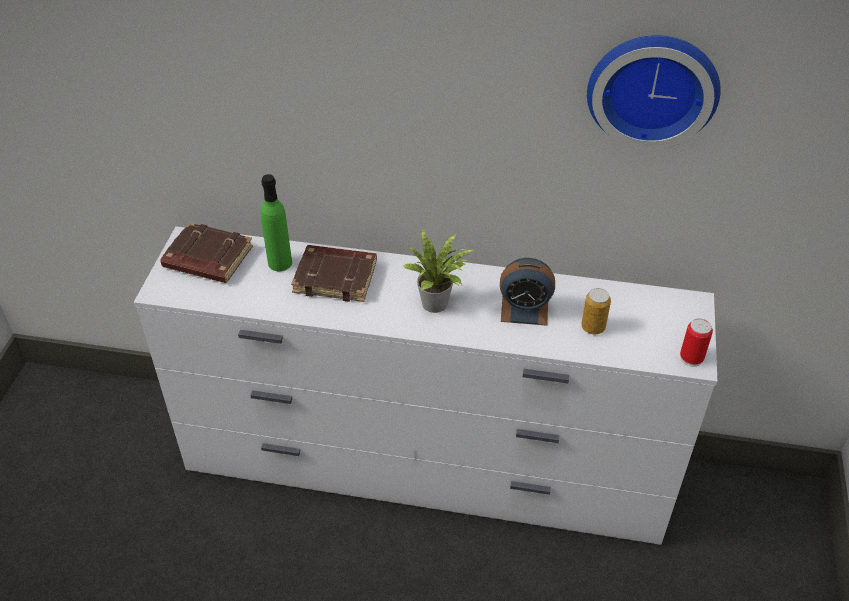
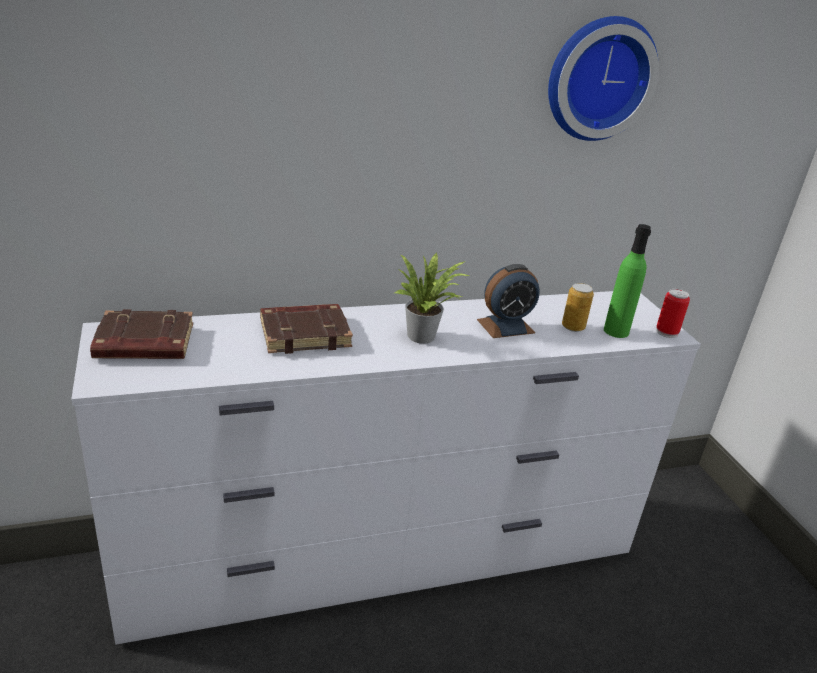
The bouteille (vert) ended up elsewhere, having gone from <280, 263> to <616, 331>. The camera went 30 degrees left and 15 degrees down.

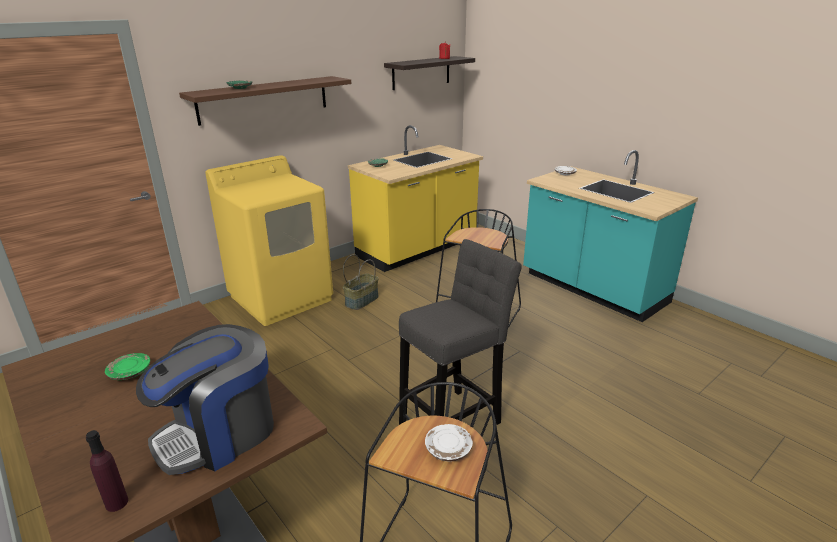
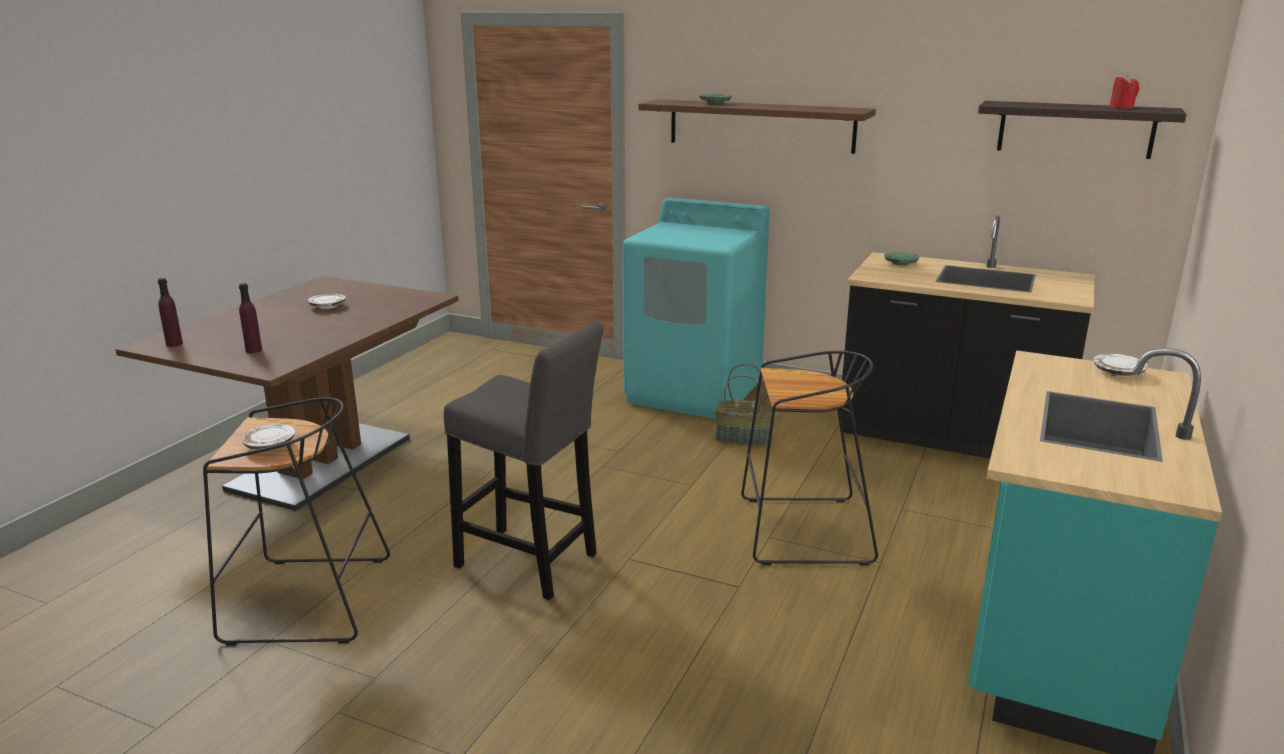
What was the assiette (vert) at <130, 373> turned into the assiette (blanc) at <327, 306>. Where the machine à café stood at <219, 433>, the bouteille (violet) came to stand at <254, 350>. What was the lave-linge (jaune) at <281, 298> turned into the lave-linge (turquoise) at <694, 392>. What was the comptoir de cuisine (jaune) at <417, 249> turned into the comptoir de cuisine (noir) at <950, 437>. The camera went 65 degrees right and 5 degrees down.

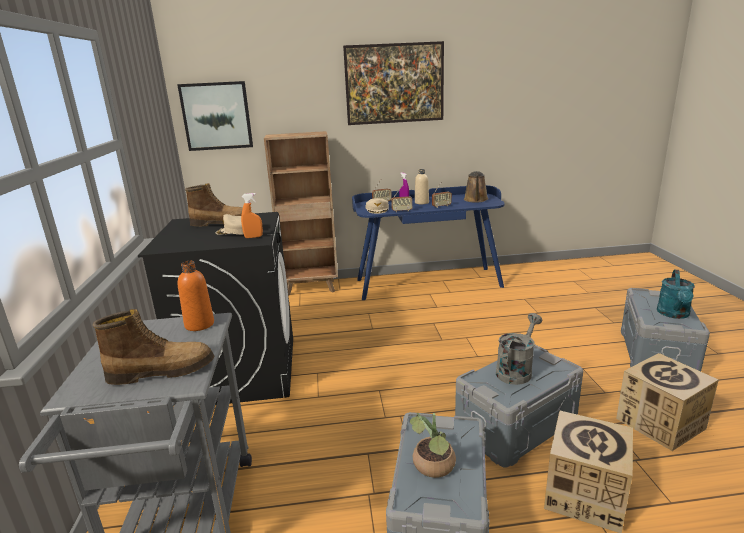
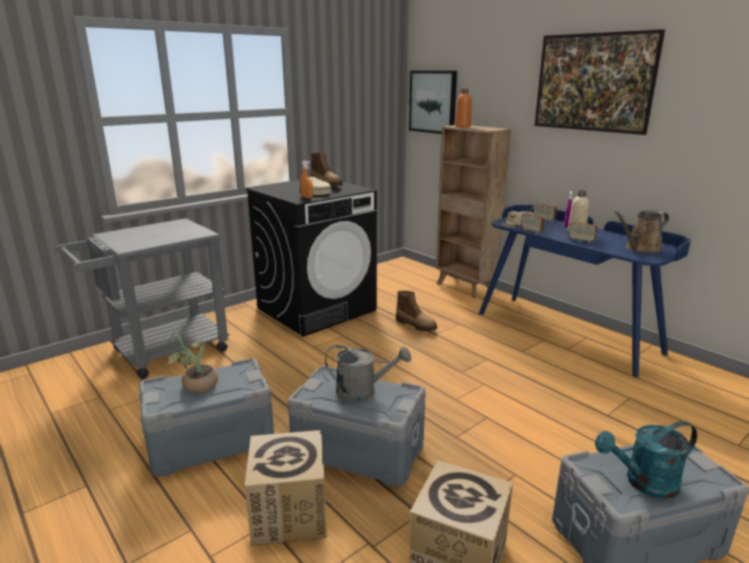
The botte ended up elsewhere, having gone from <162, 371> to <416, 325>. The bouteille (orange) ended up elsewhere, having gone from <199, 324> to <462, 126>. The camera went 55 degrees right and 0 degrees up.

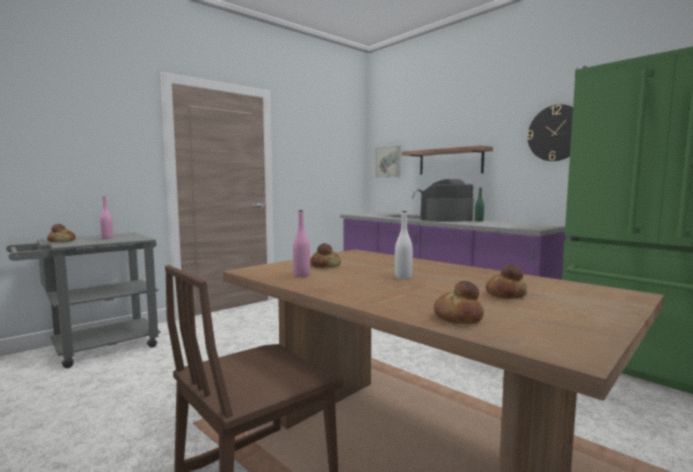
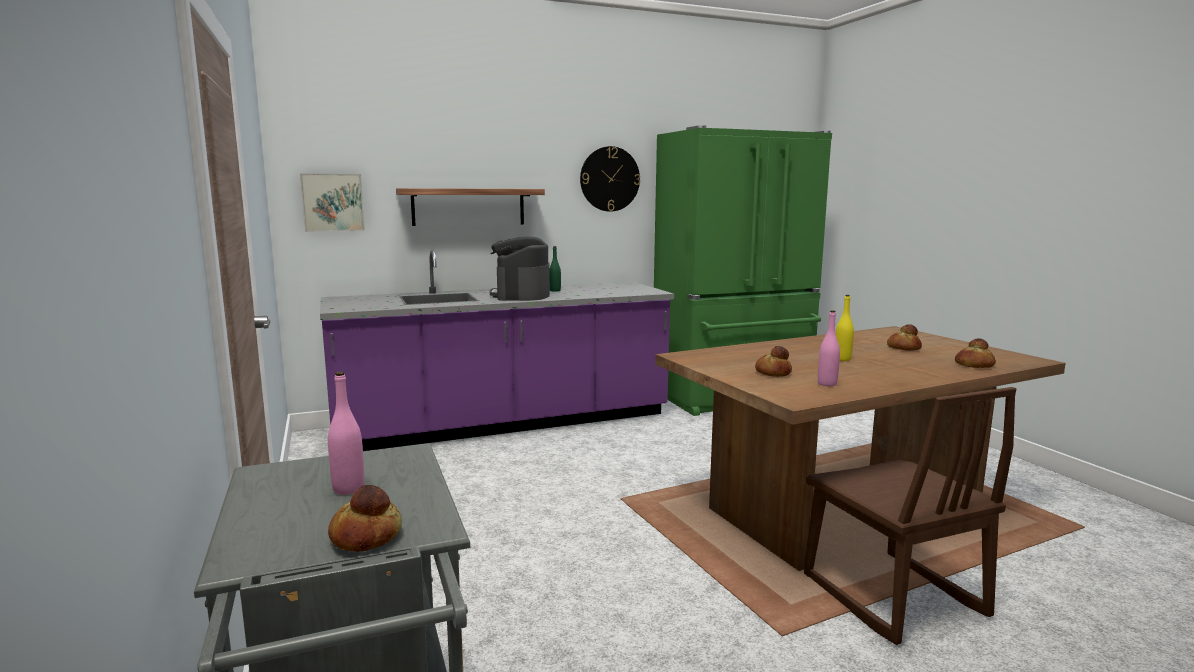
What was the bouteille (blanc) at <403, 277> turned into the bouteille (jaune) at <842, 359>. The camera went 70 degrees left and 5 degrees up.

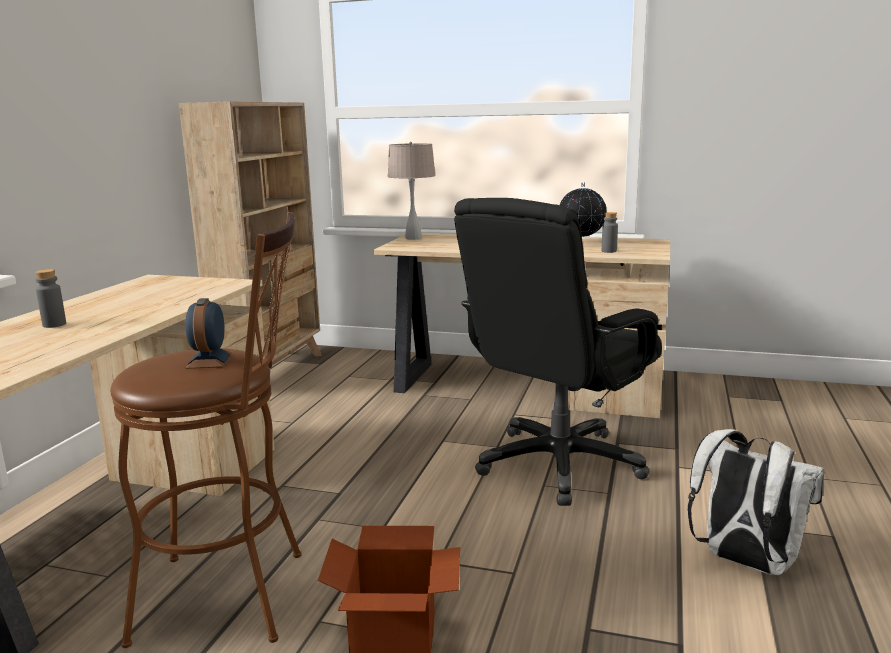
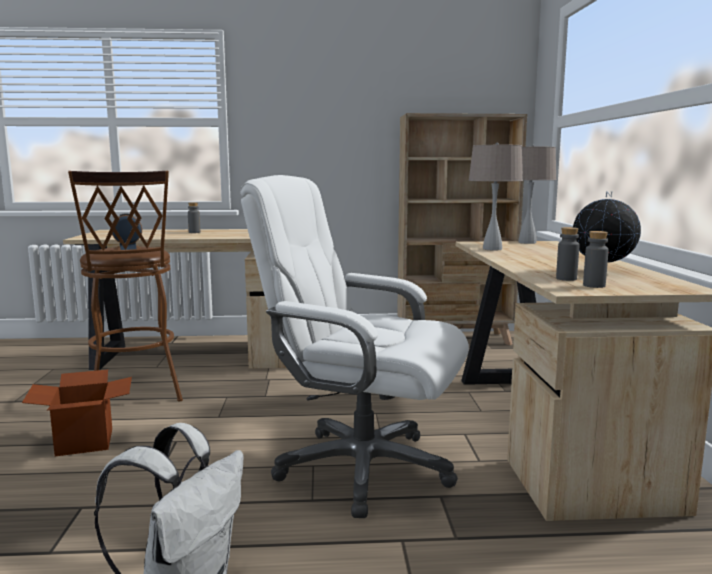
What was the chaise de bureau (noir) at <559, 464> turned into the chaise de bureau (blanc) at <361, 468>. The second view gained the lampe de table (beige) at <492, 249>. The second view gained the bouteille (gris) at <594, 285>. The camera went 70 degrees right and 5 degrees down.

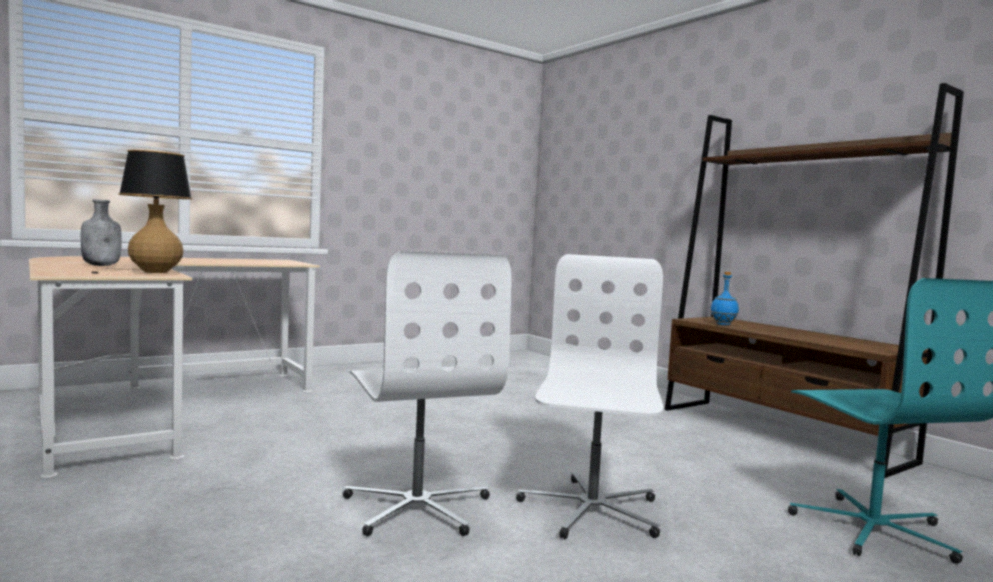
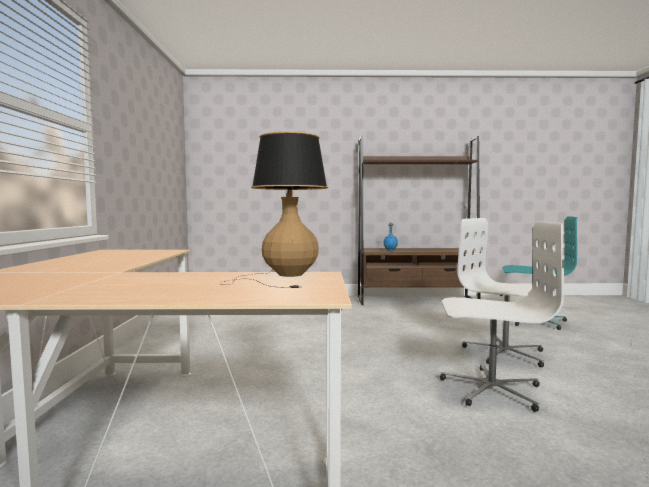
The second view lost the bouteille (gris) at <102, 265>. The camera went 55 degrees left and 0 degrees up.

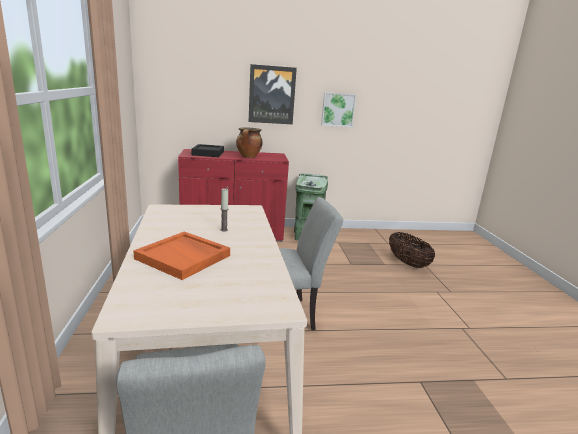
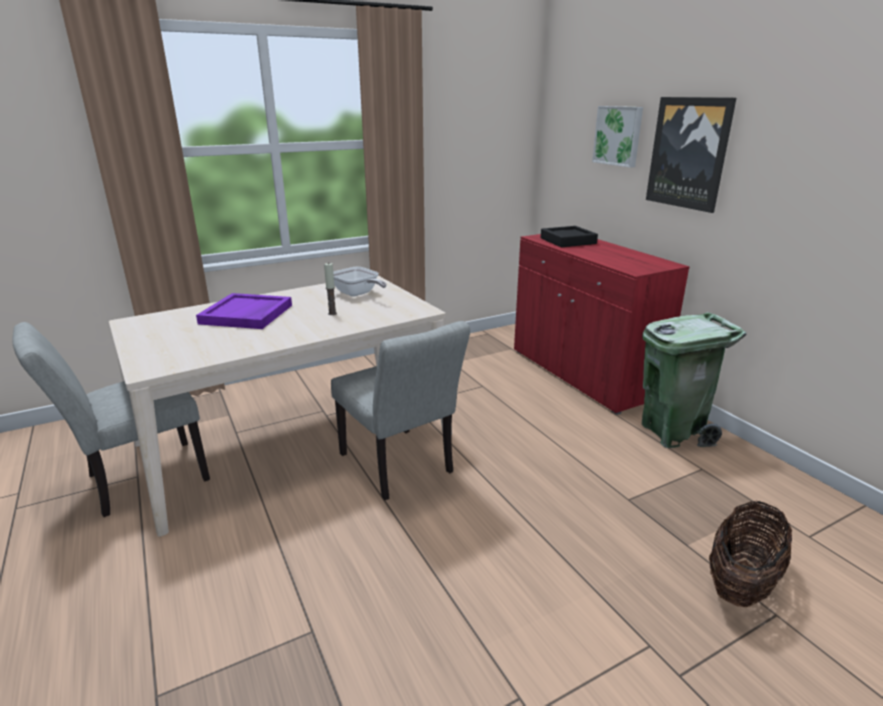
What was the plateau (orange) at <184, 257> turned into the plateau (violet) at <247, 314>. The second view lost the marmite at <248, 157>. The tableau ended up elsewhere, having gone from <338, 109> to <618, 136>. The second view gained the poêle at <358, 294>. The camera went 70 degrees right and 5 degrees up.

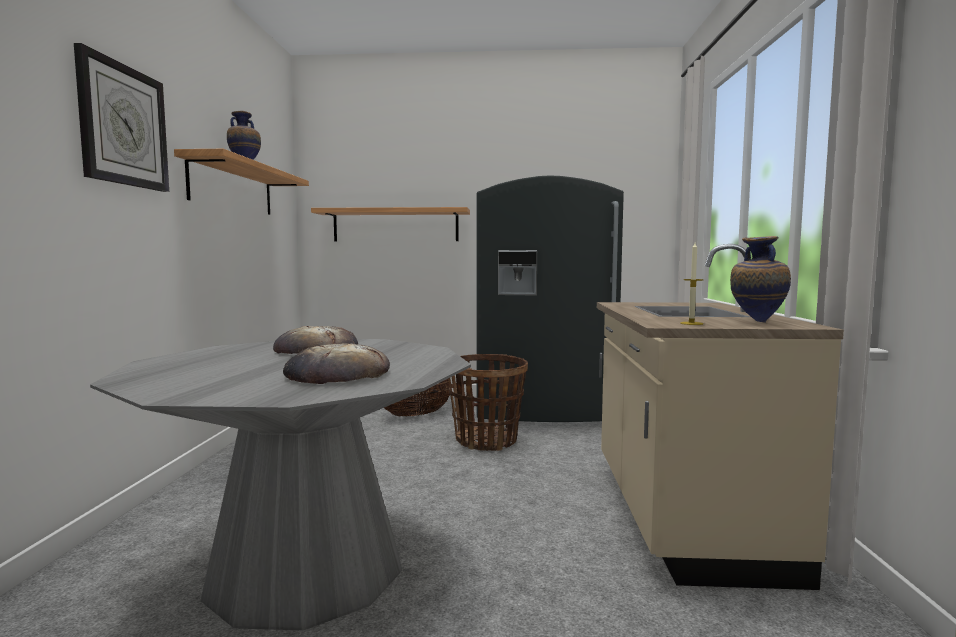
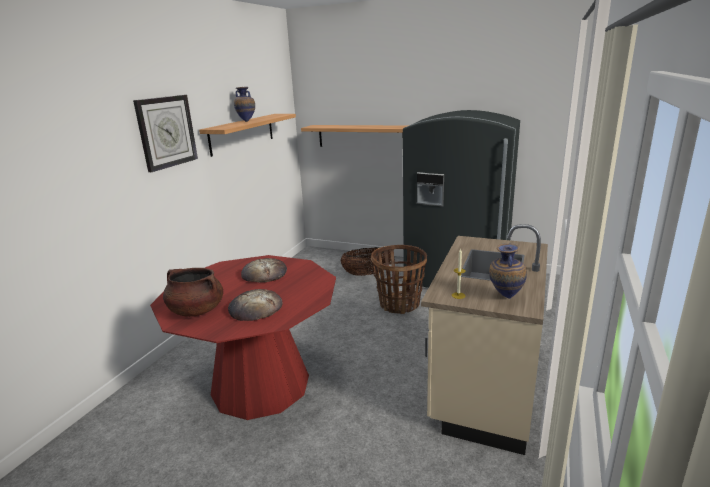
What was the table à manger (gris) at <306, 568> turned into the table à manger (rouge) at <260, 385>. The second view gained the marmite (marron) at <196, 310>. The camera went 20 degrees right and 15 degrees up.

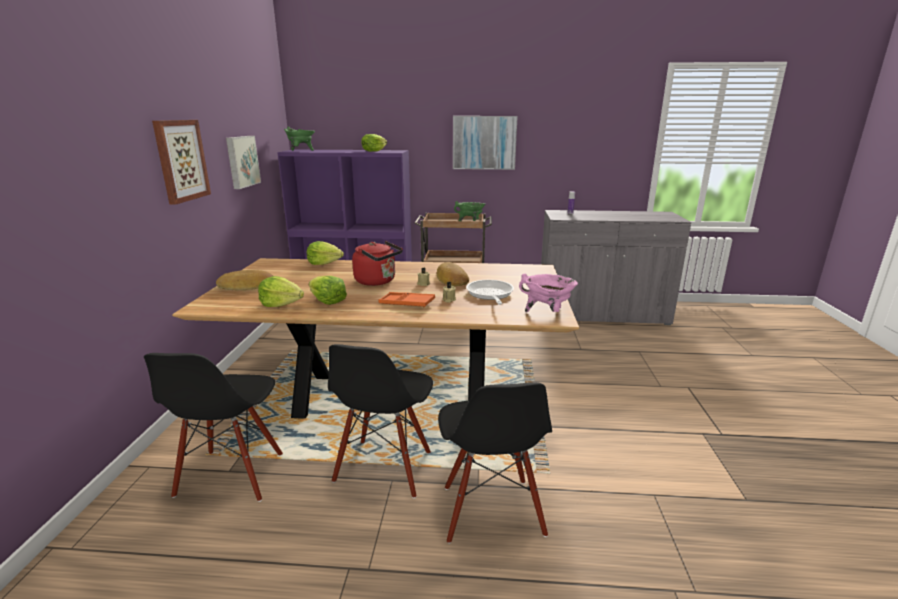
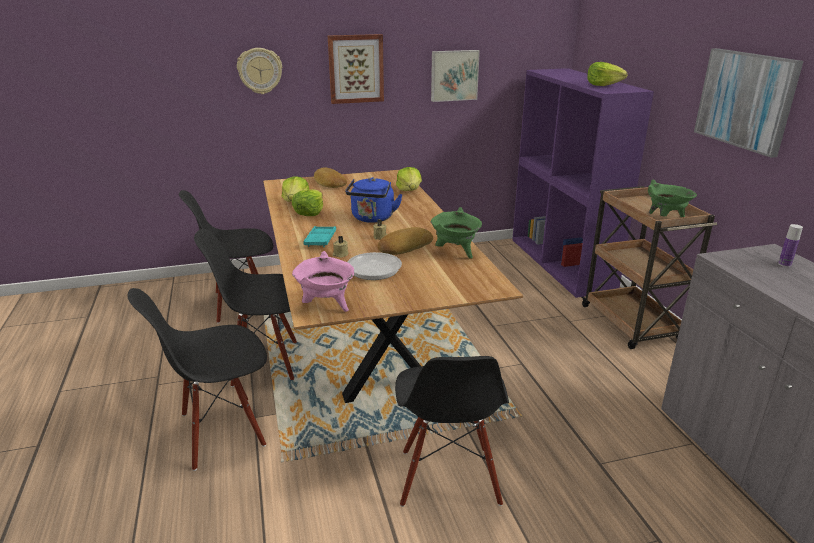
The marmite (vert) ended up elsewhere, having gone from <301, 151> to <455, 252>. What was the bouilloire (rouge) at <377, 281> turned into the bouilloire (bleu) at <372, 218>. What was the plateau (orange) at <406, 303> turned into the plateau (turquoise) at <320, 240>. The second view gained the horloge murale at <260, 71>. The second view gained the chaise (noir) at <448, 477>. The camera went 70 degrees right and 5 degrees up.

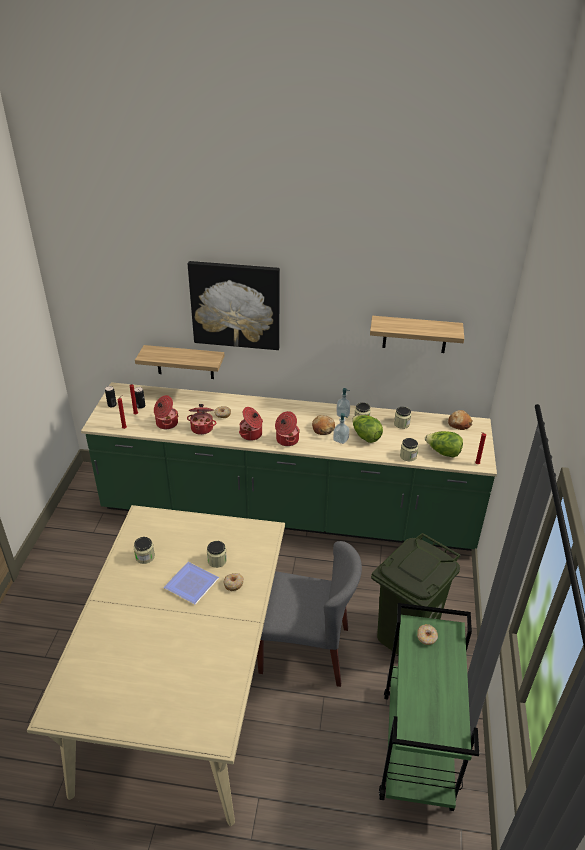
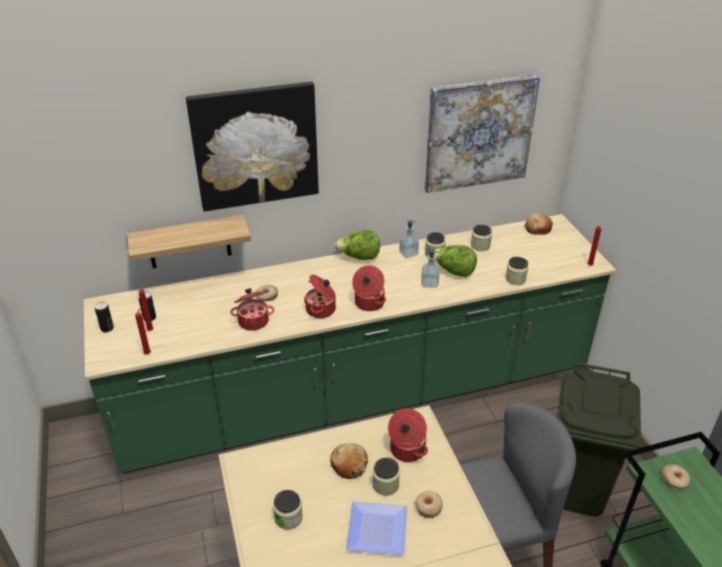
The marmite ended up elsewhere, having gone from <166, 423> to <406, 450>. The pain ended up elsewhere, having gone from <323, 428> to <349, 465>. Where the étagère hung at <415, 334>, the tableau came to hang at <479, 133>. The laitue ended up elsewhere, having gone from <443, 453> to <359, 257>. The camera went 25 degrees left and 0 degrees up.

